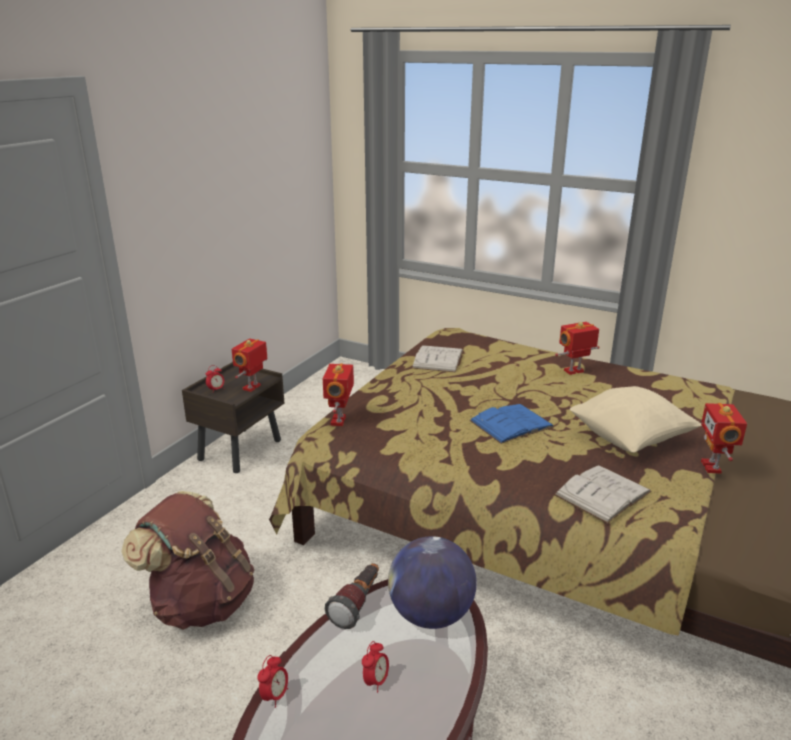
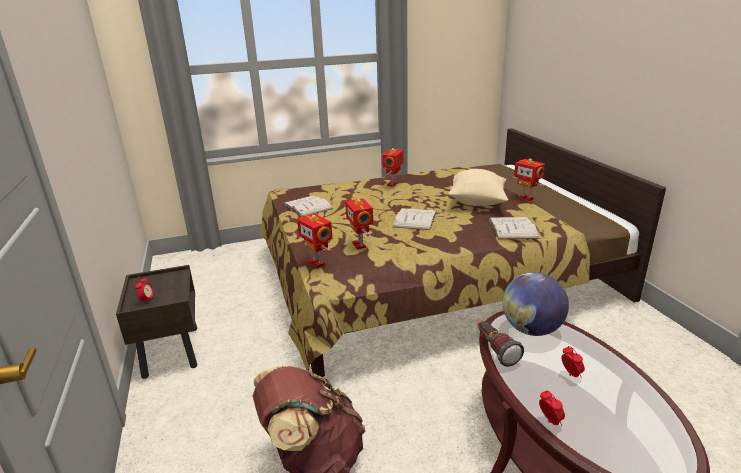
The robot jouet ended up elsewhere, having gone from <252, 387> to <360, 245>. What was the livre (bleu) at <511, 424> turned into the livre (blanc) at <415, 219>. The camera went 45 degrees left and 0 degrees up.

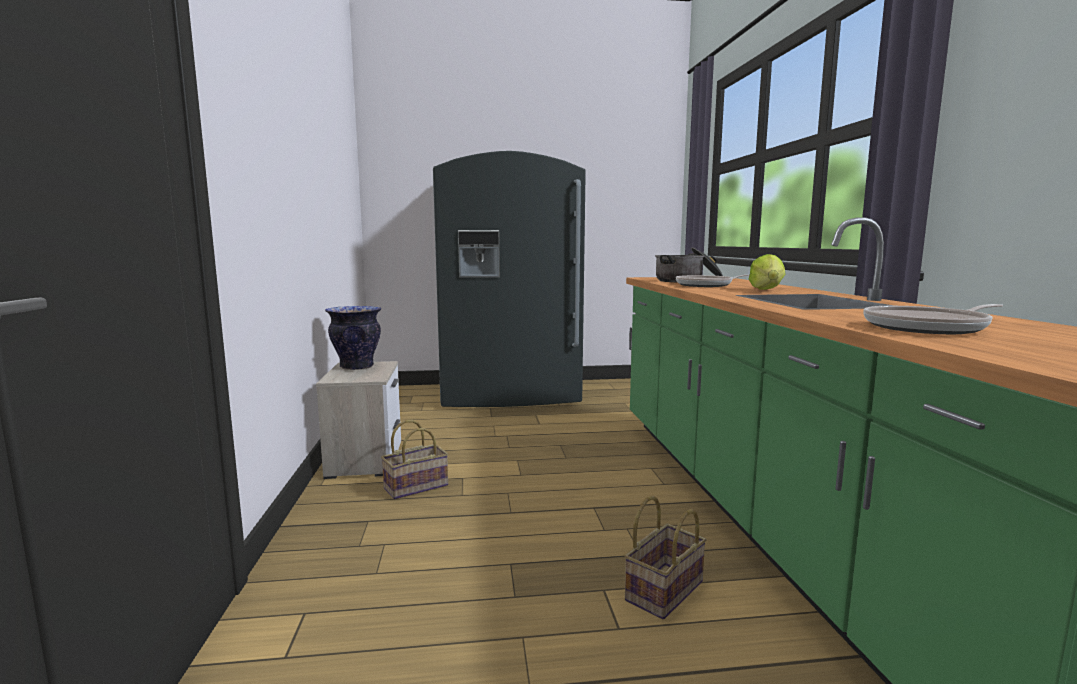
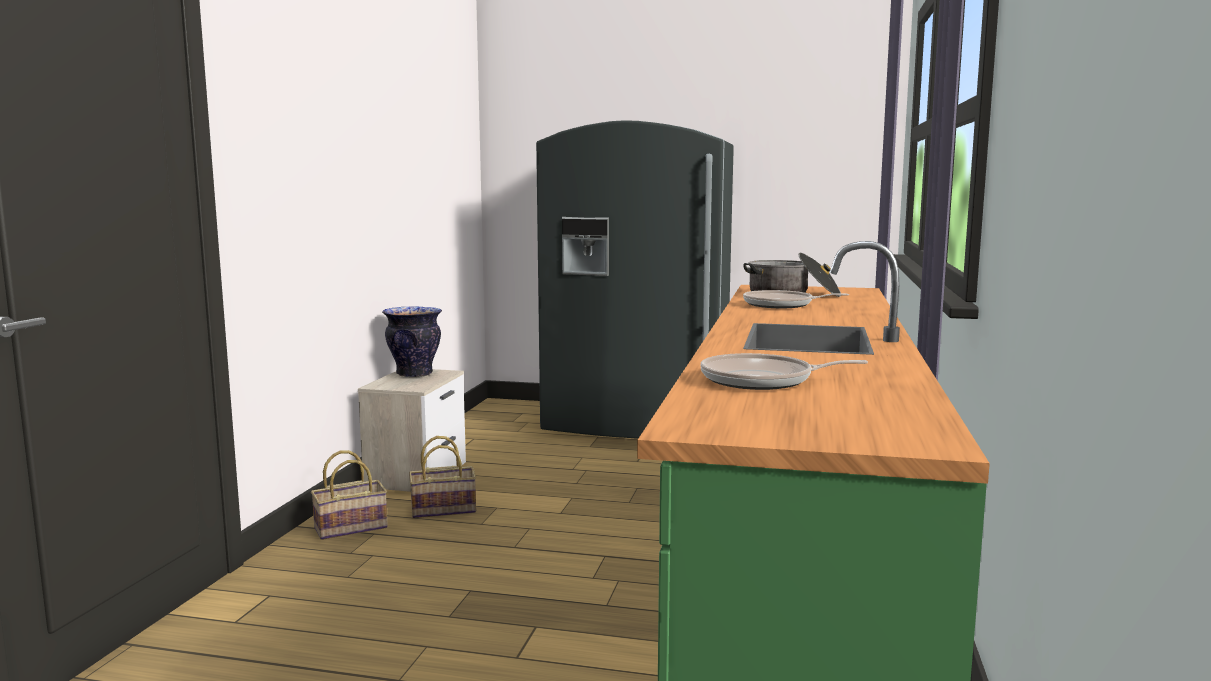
The panier ended up elsewhere, having gone from <664, 589> to <352, 527>. The second view lost the laitue at <767, 290>. The camera went 20 degrees right and 0 degrees up.

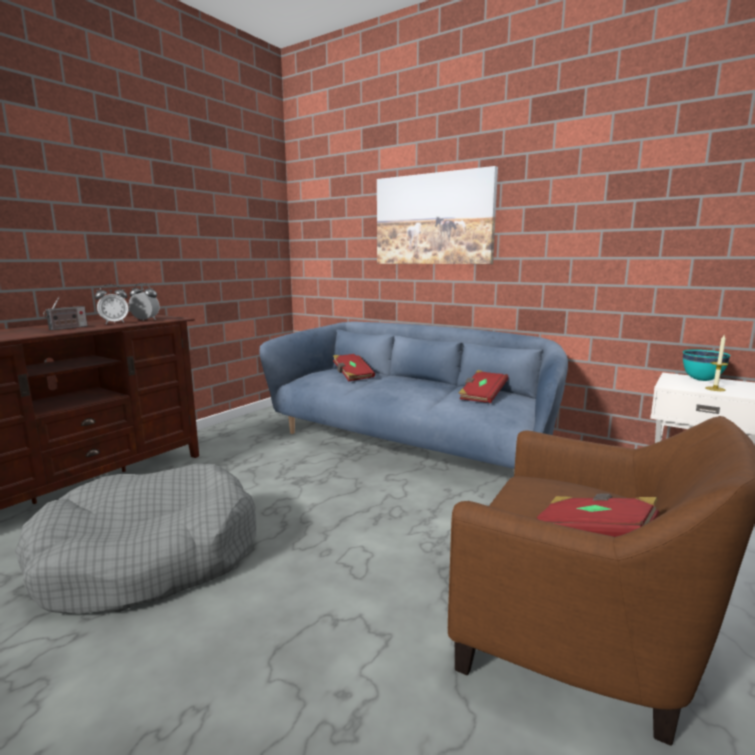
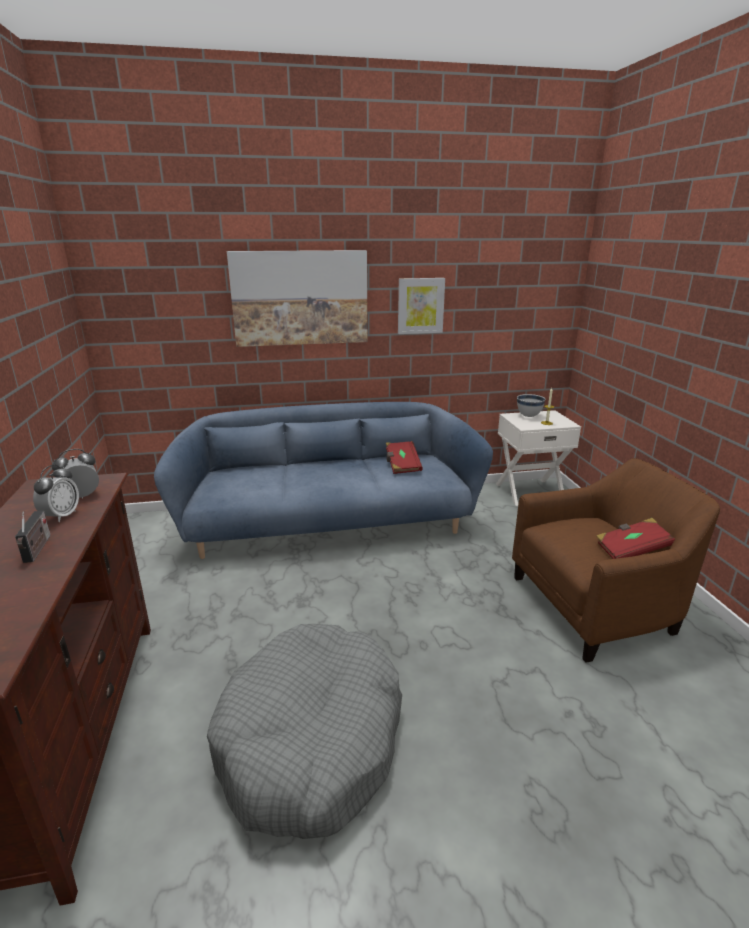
The second view lost the livre (rouge) at <352, 376>. What was the bol (turquoise) at <702, 380> turned into the bol (blanc) at <529, 416>. The second view gained the tableau at <420, 306>. The camera went 45 degrees left and 10 degrees up.

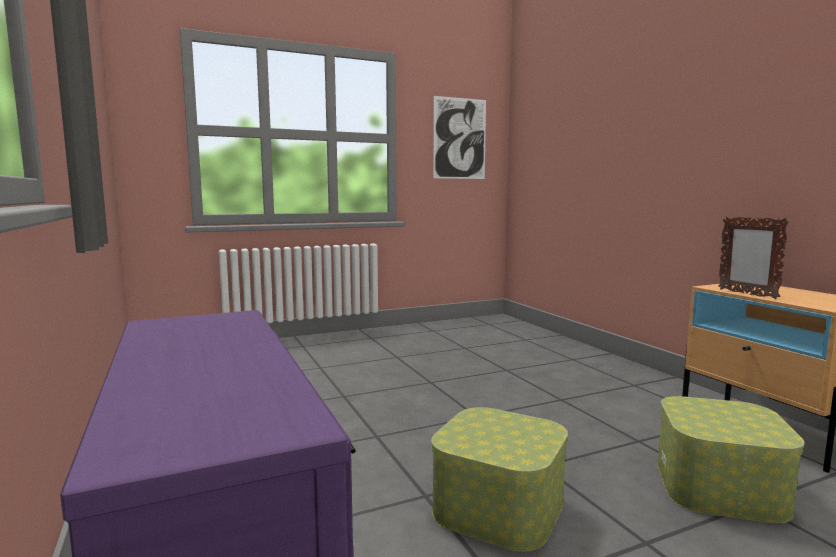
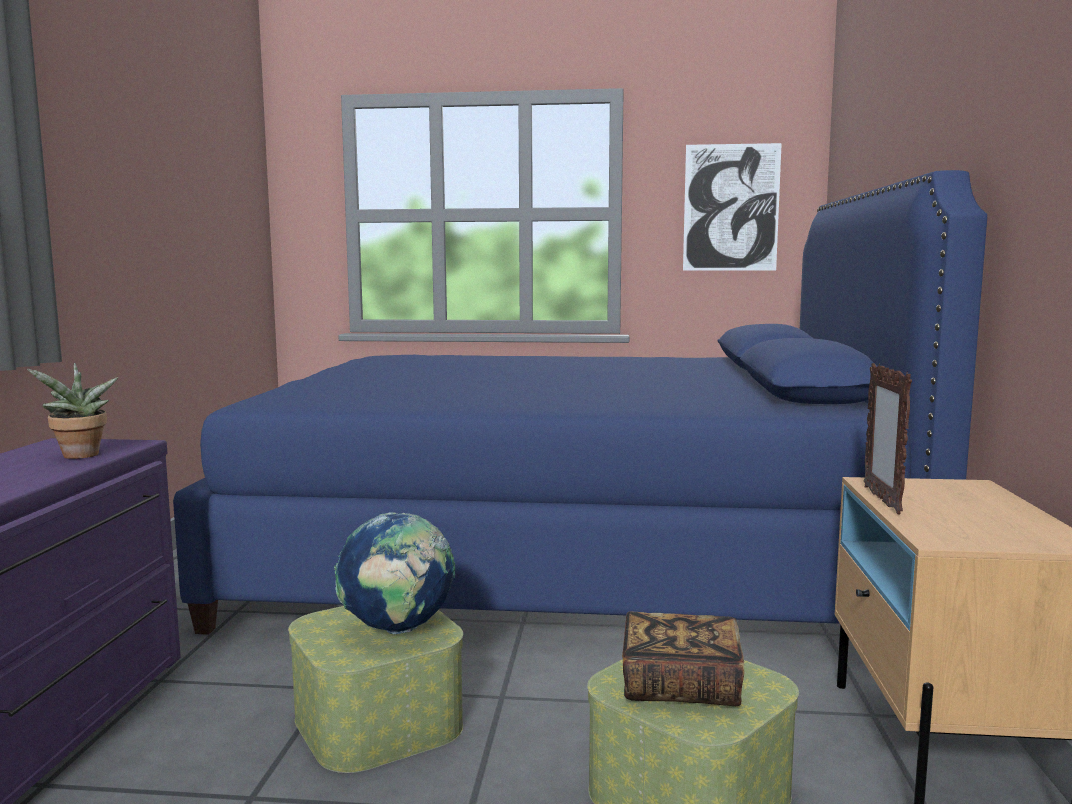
The second view gained the plante en pot at <80, 456>. The second view gained the lit (bleu) at <567, 558>. The second view gained the globe at <397, 630>. The second view gained the livre at <680, 685>. The camera went 30 degrees right and 0 degrees up.

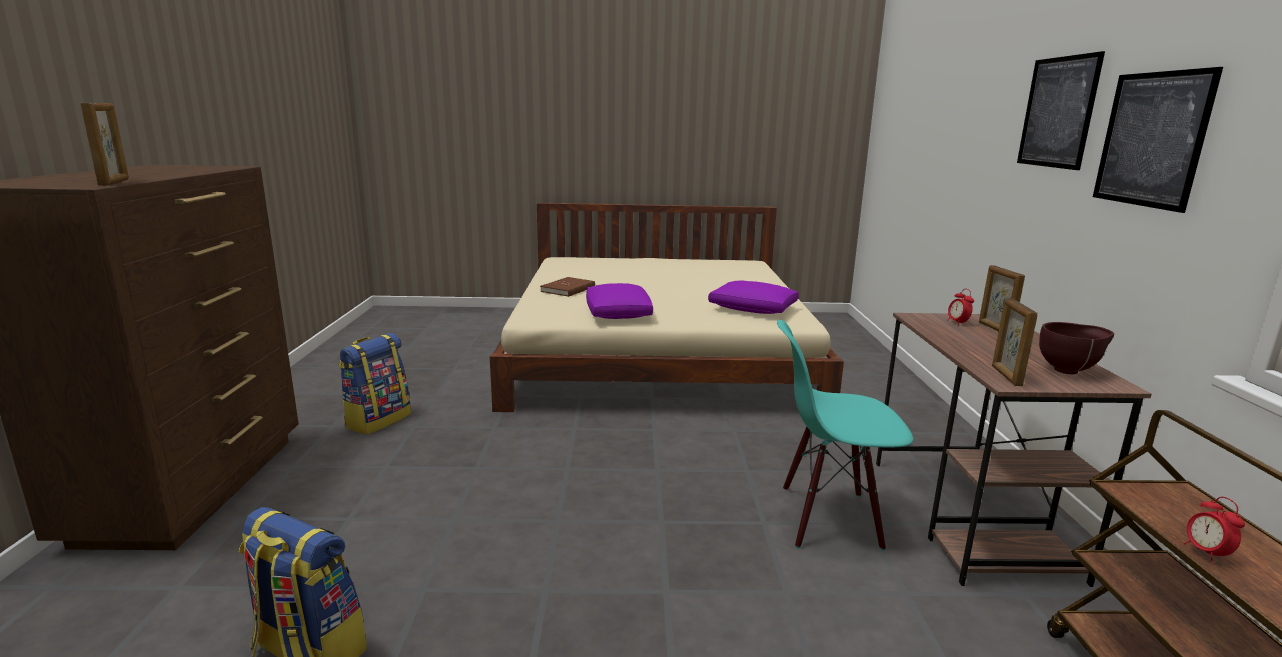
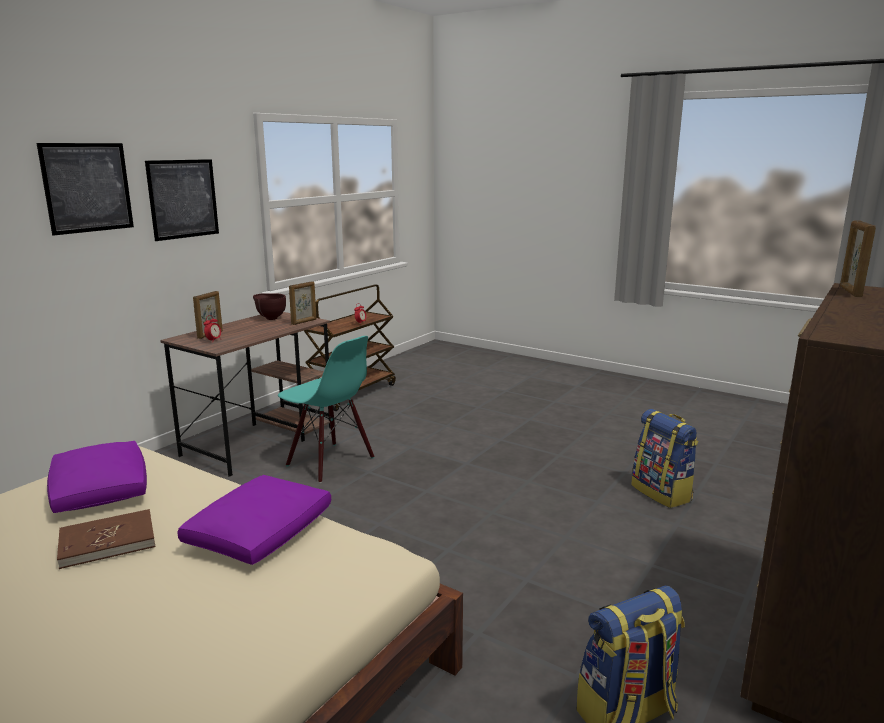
The livre (marron) ended up elsewhere, having gone from <568, 289> to <107, 542>. The camera went 145 degrees left and 0 degrees up.

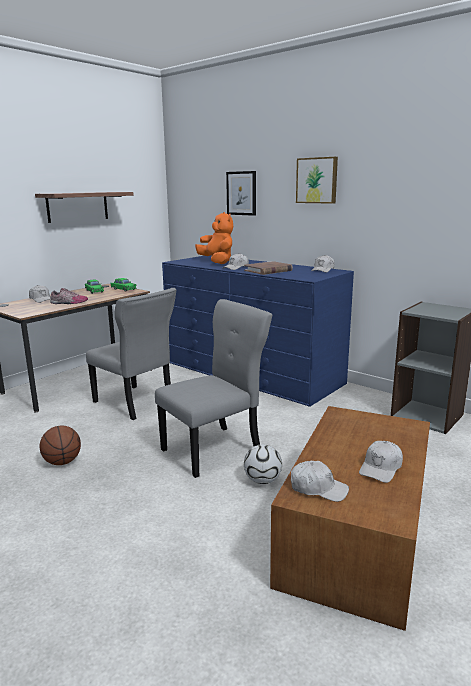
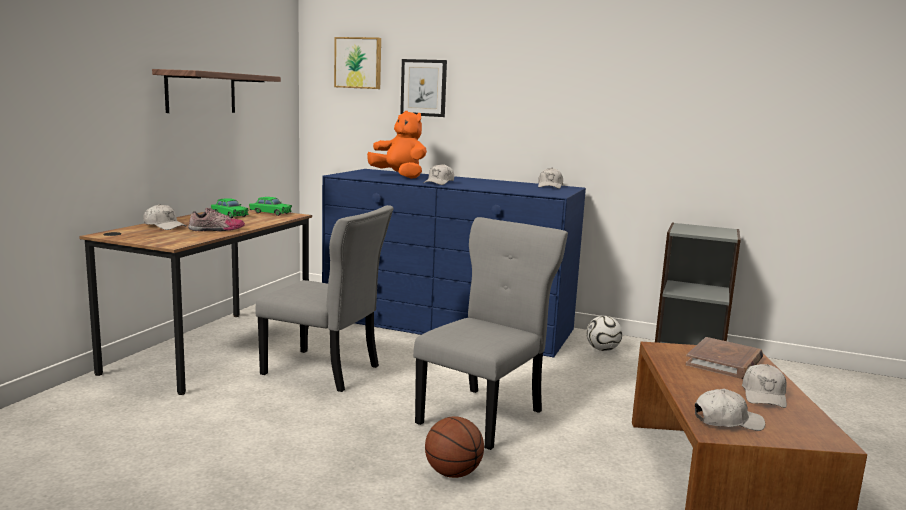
The ballon de basket ended up elsewhere, having gone from <62, 462> to <452, 473>. The livre (marron) ended up elsewhere, having gone from <268, 270> to <724, 362>. The ballon de foot ended up elsewhere, having gone from <263, 480> to <602, 349>. The tableau ended up elsewhere, having gone from <317, 180> to <358, 63>. The camera went 20 degrees left and 5 degrees down.

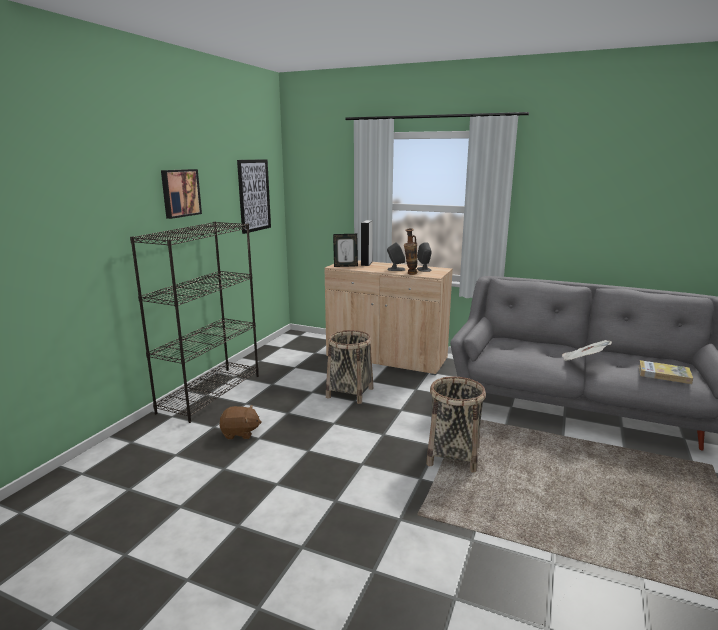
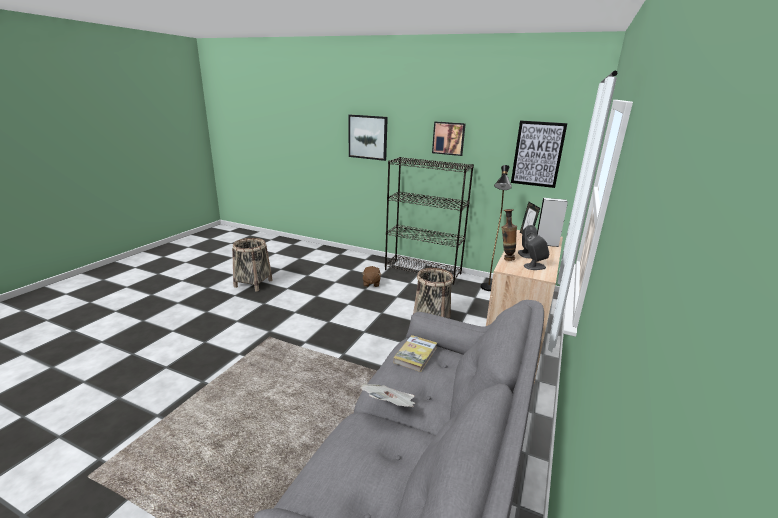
The panier ended up elsewhere, having gone from <453, 456> to <253, 283>. The livre ended up elsewhere, having gone from <664, 374> to <415, 355>. The second view gained the tableau at <368, 137>. The second view gained the lampadaire (noir) at <488, 290>. The camera went 90 degrees right and 5 degrees up.

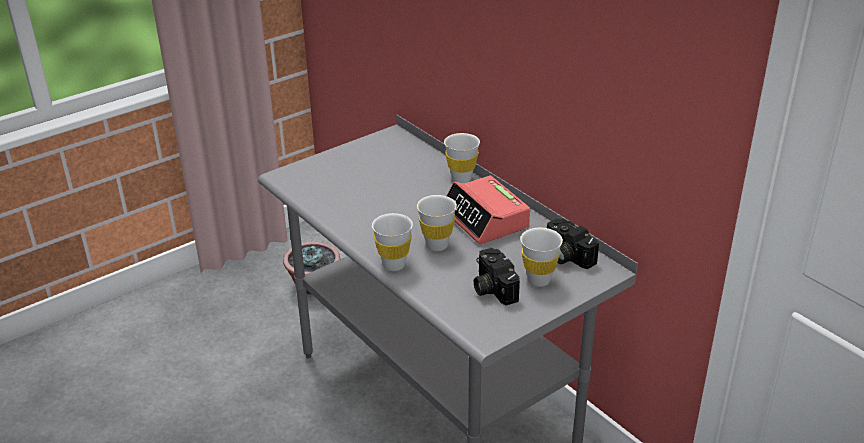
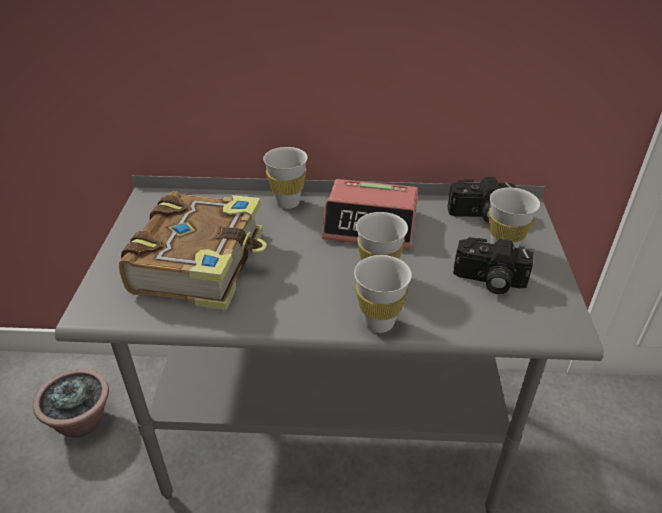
The second view gained the livre at <202, 263>. The camera went 50 degrees left and 5 degrees up.

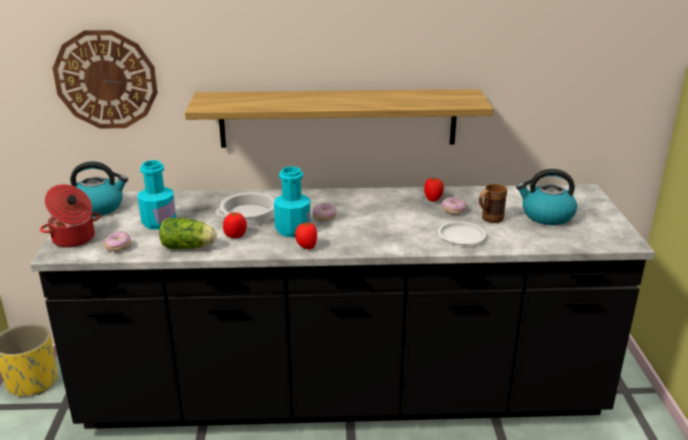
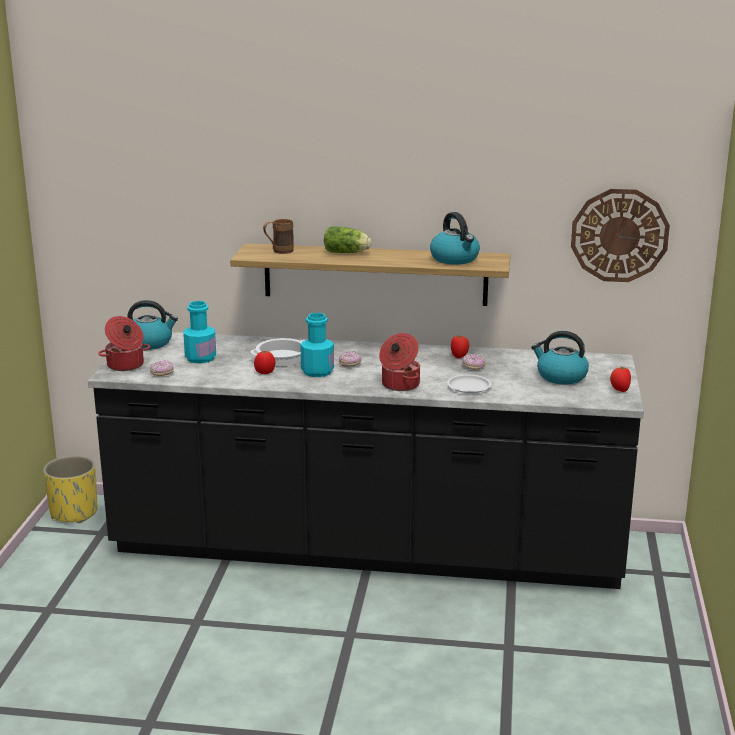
The horloge murale ended up elsewhere, having gone from <106, 80> to <619, 235>. The laitue ended up elsewhere, having gone from <189, 247> to <347, 253>. The tomate ended up elsewhere, having gone from <306, 247> to <619, 390>. The mug (marron) ended up elsewhere, having gone from <488, 220> to <278, 251>. The second view gained the marmite at <399, 385>. The second view gained the bouilloire at <455, 259>. The camera went 10 degrees right and 5 degrees down.

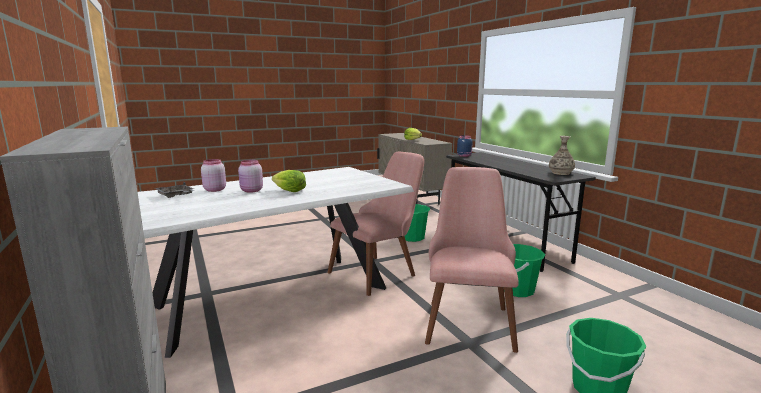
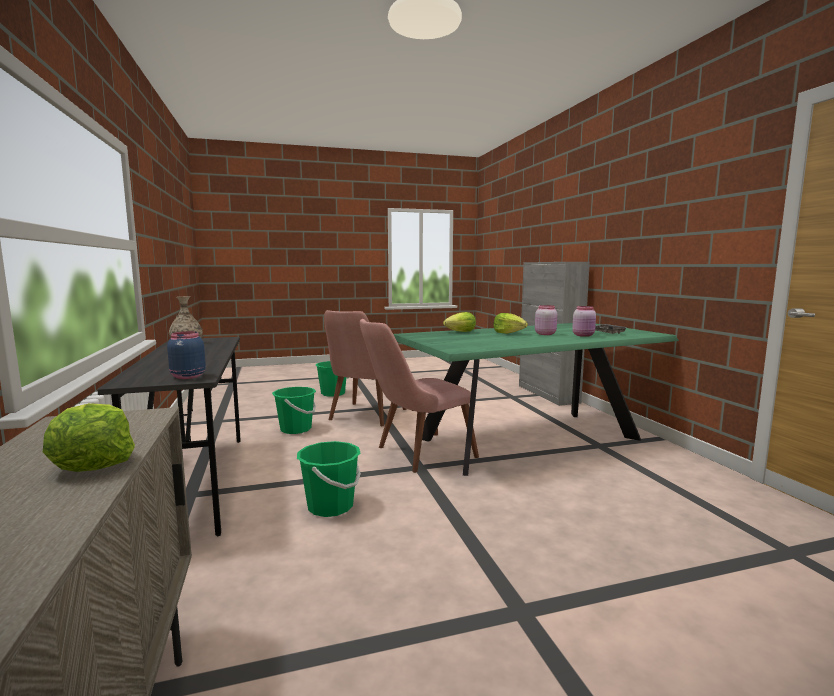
What was the table à manger (blanc) at <272, 296> turned into the table à manger (vert) at <528, 439>. The second view gained the laitue at <461, 332>. The camera went 170 degrees left and 5 degrees down.

